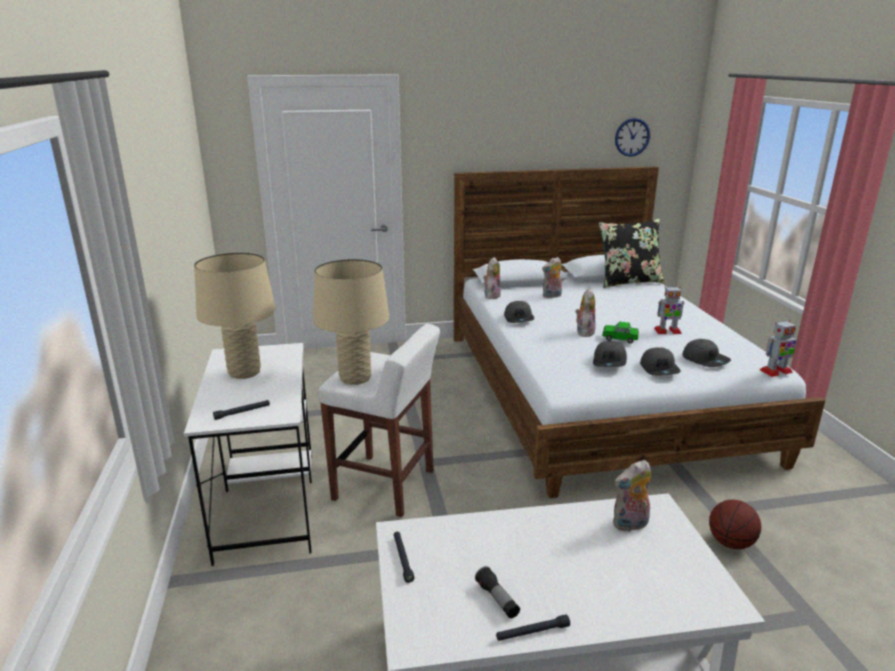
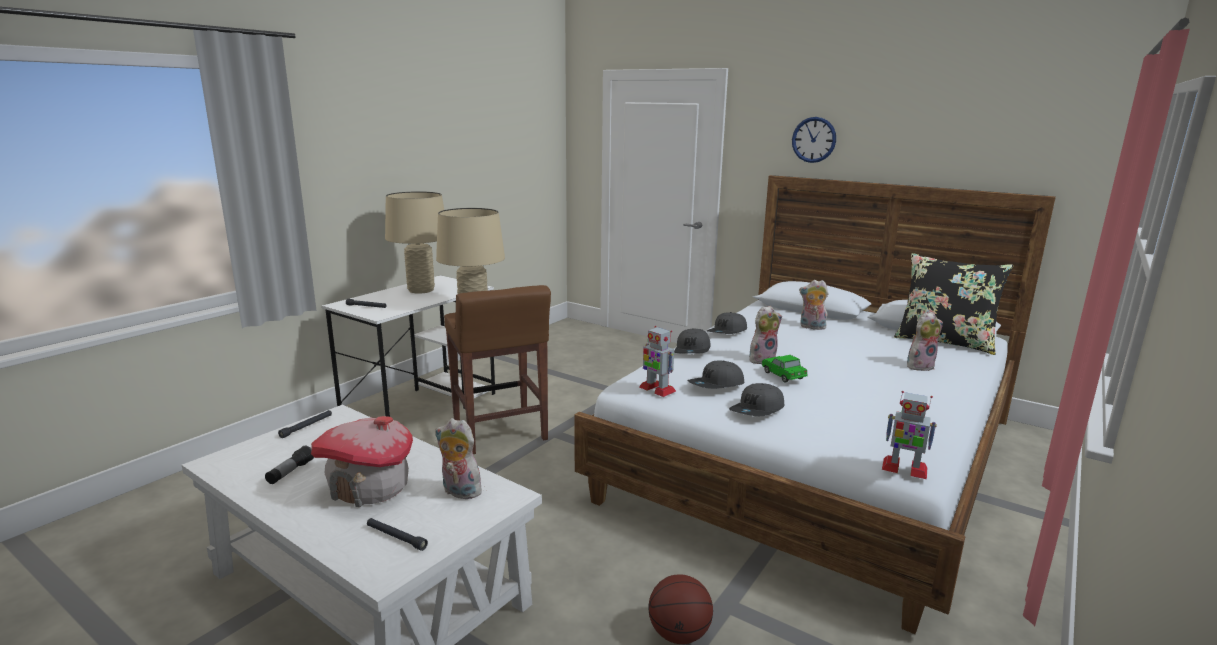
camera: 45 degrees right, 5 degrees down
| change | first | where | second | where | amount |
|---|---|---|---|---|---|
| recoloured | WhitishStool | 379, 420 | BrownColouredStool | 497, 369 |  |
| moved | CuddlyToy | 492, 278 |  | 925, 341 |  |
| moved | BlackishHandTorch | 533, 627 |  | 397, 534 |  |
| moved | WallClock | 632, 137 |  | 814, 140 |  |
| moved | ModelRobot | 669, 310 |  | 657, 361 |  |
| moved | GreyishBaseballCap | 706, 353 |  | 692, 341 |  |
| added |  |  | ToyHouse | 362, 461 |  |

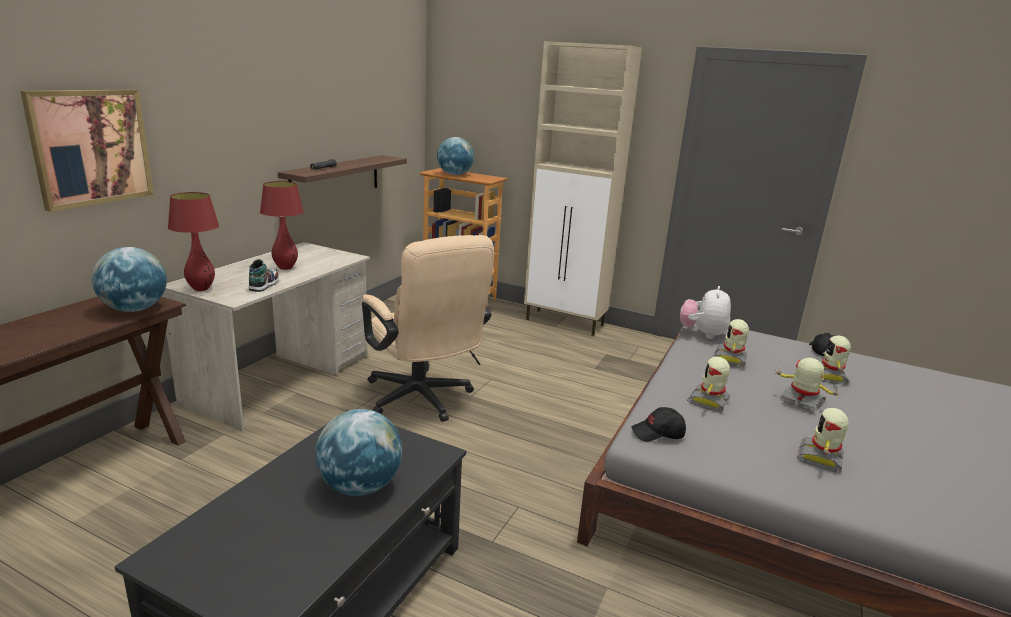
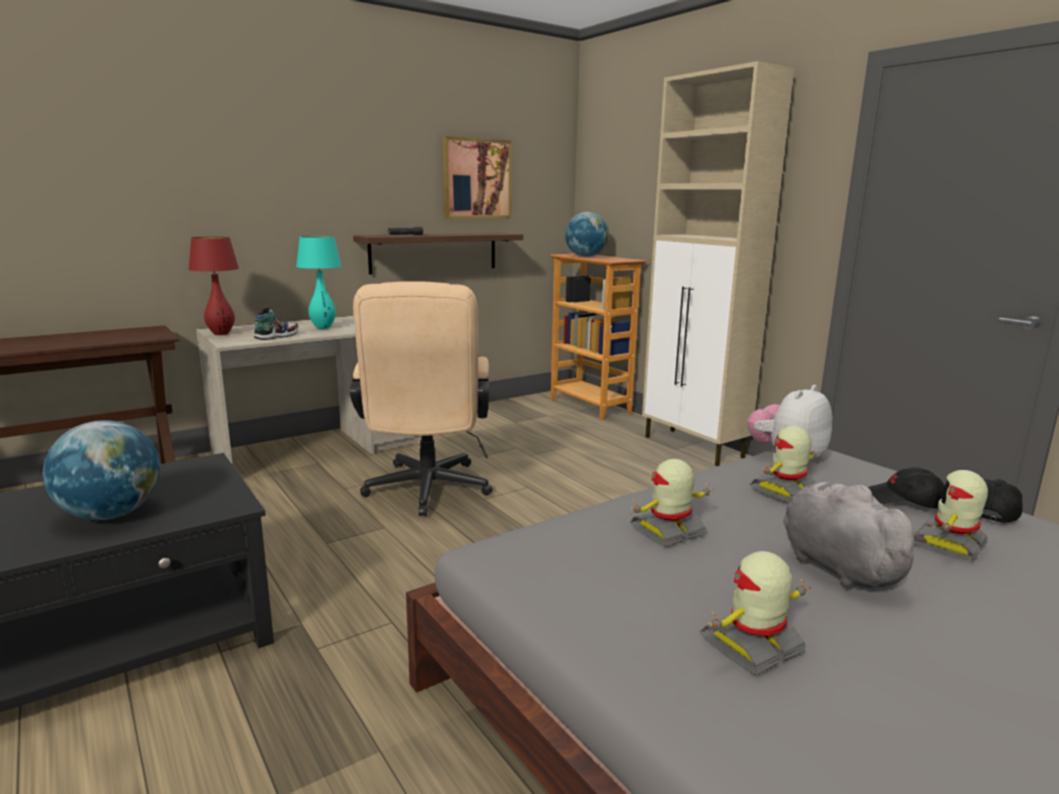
camera: 30 degrees right, 5 degrees down
| change | first | where | second | where | amount |
|---|---|---|---|---|---|
| moved | WallPicture | 87, 151 |  | 477, 177 |  |
| removed | Globe | 129, 279 |  |  |  |
| recoloured | RedTabletopLamp | 282, 225 | TurquoiseColouredTabletopLamp | 318, 282 |  |
| moved | BlackishBaseballCap | 658, 424 |  | 906, 487 |  |
| replaced | ModelRobot | 808, 385 | GreyishCuddlyToy | 855, 535 |  |

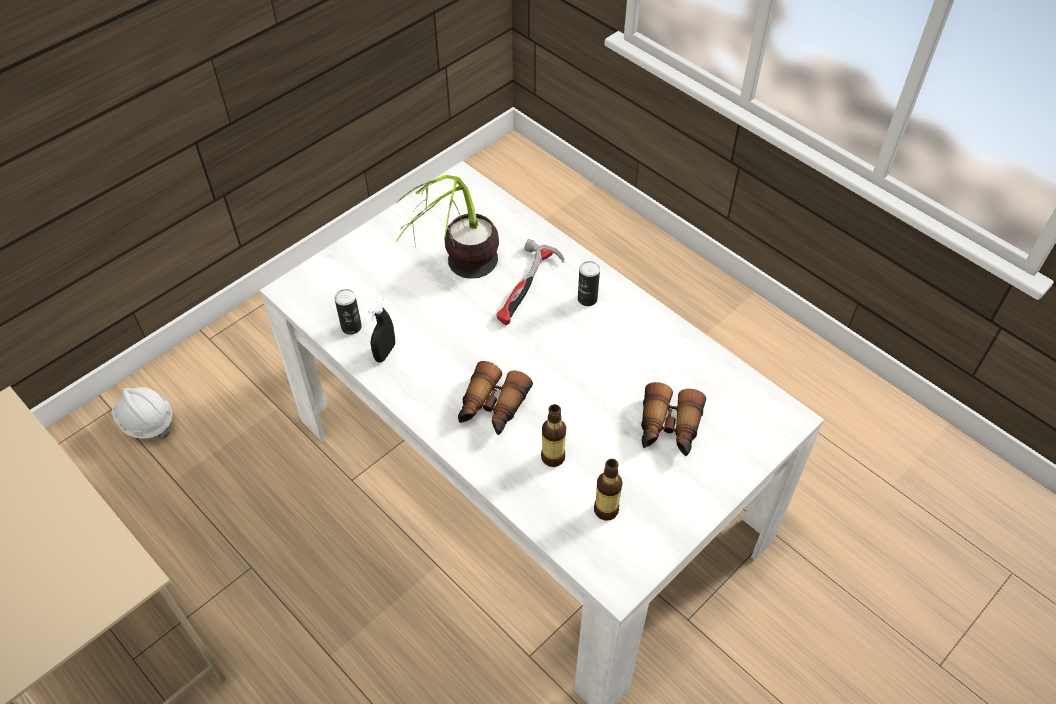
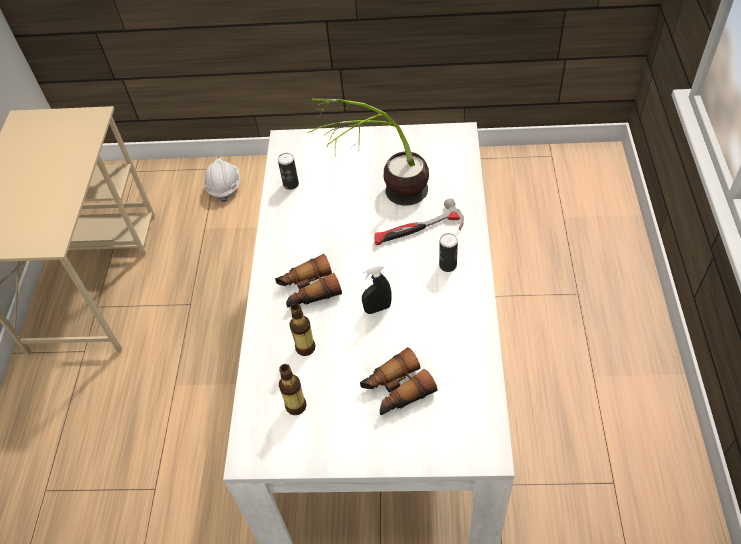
camera: 50 degrees right, 0 degrees up
| change | first | where | second | where | amount |
|---|---|---|---|---|---|
| moved | BlackishSprayer | 381, 329 |  | 376, 289 |  |

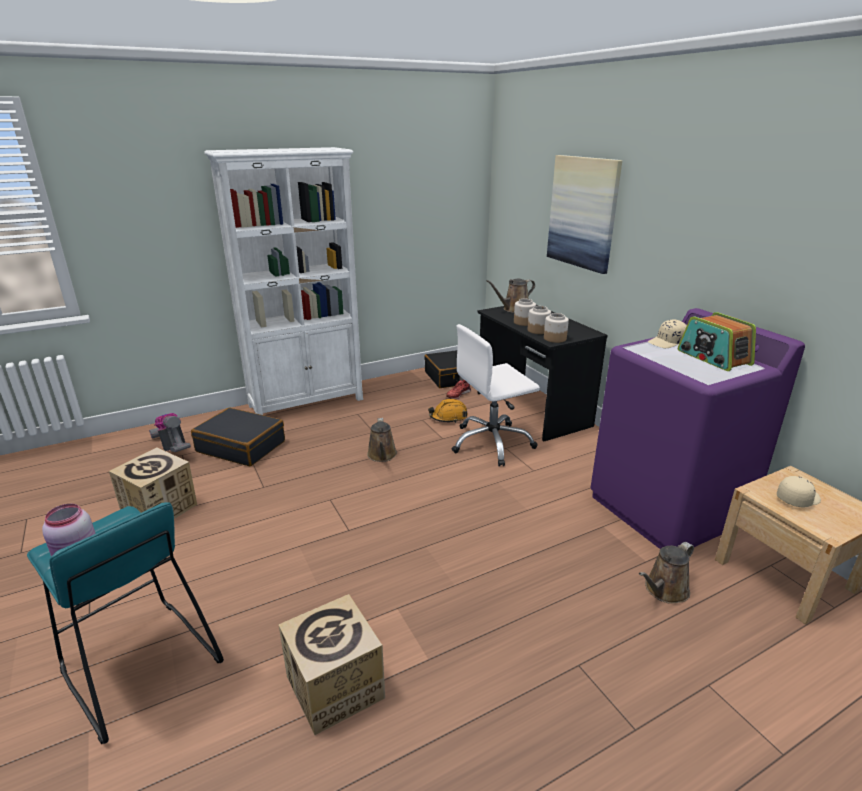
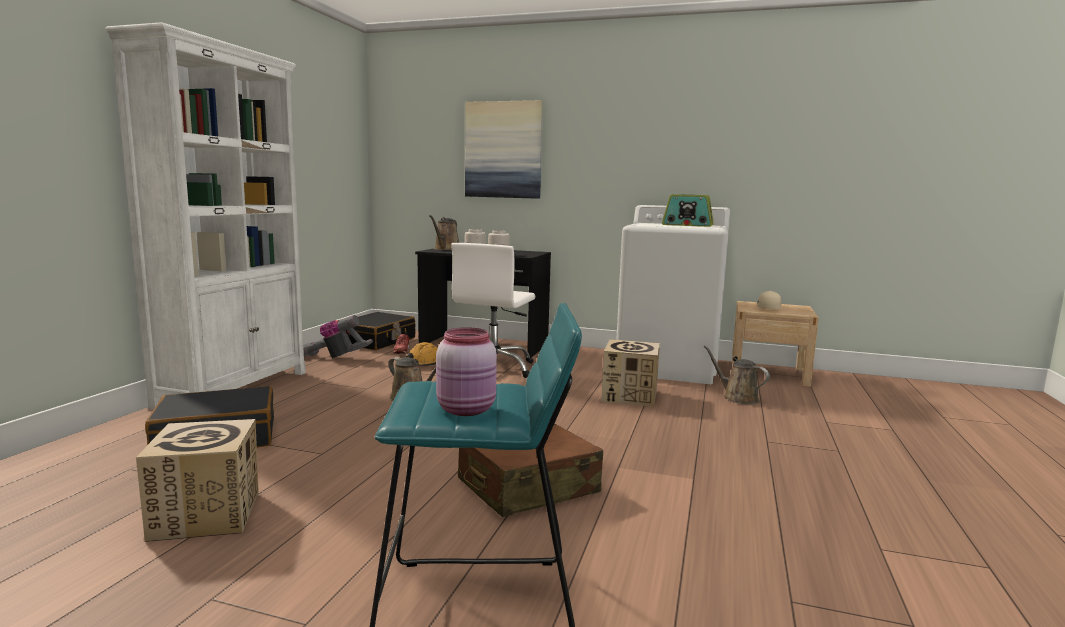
camera: 45 degrees left, 15 degrees down
| change | first | where | second | where | amount |
|---|---|---|---|---|---|
| moved | Vacuum | 170, 432 |  | 338, 336 |  |
| moved | Carton | 331, 664 |  | 630, 373 |  |
| removed | PreserveJar | 556, 328 |  |  |  |
| recoloured | PurpleLaundryMachine | 697, 428 | WhitishLaundryMachine | 673, 294 |  |
| turned | BrownColouredWateringCan | 666, 573 |  | 737, 374 | 135 degrees clockwise |
| removed | BeigeBaseballCap | 667, 334 |  |  |  |
| added |  |  | BrownColouredSuitcase | 530, 470 |  |

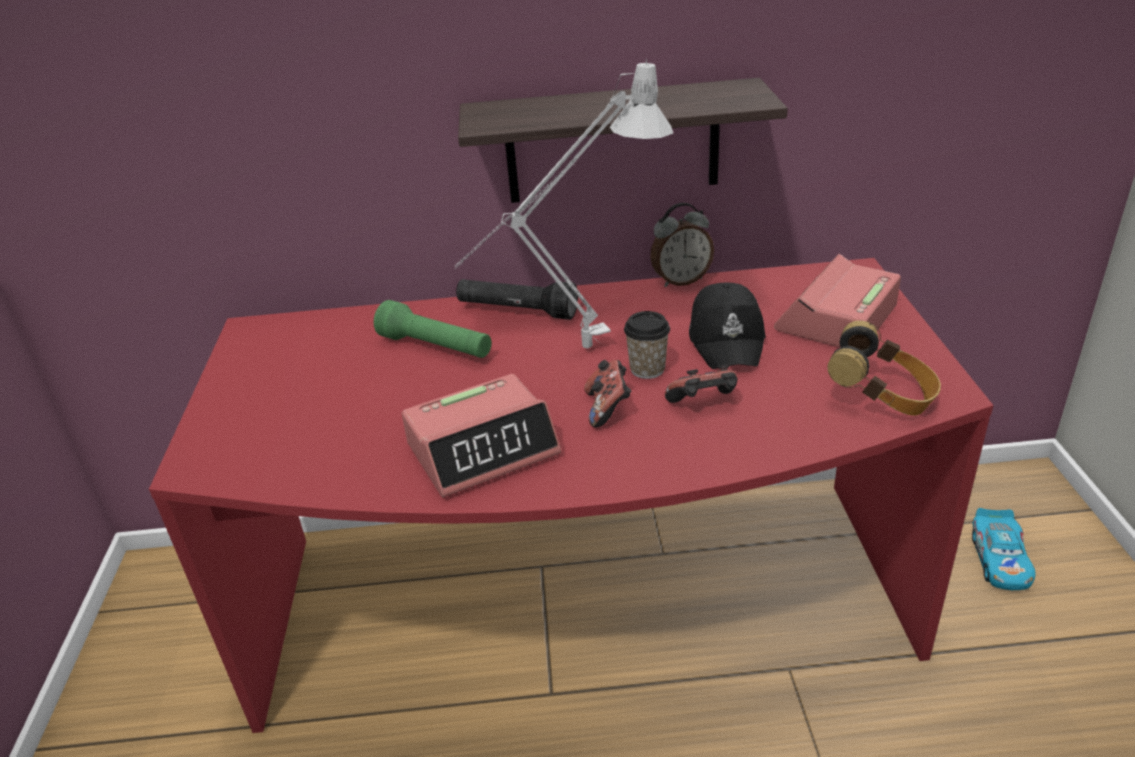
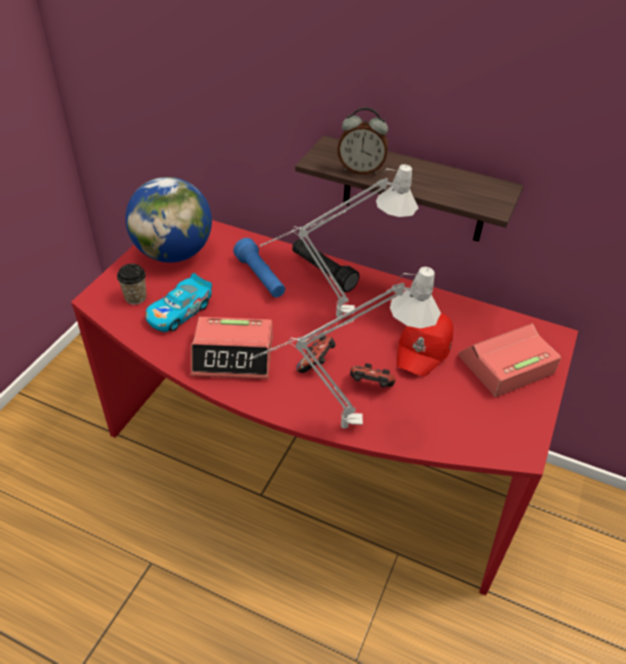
camera: 25 degrees right, 10 degrees up
| change | first | where | second | where | amount |
|---|---|---|---|---|---|
| recoloured | GreenishHandTorch | 433, 329 | BlueHandTorch | 259, 267 |  |
| moved | DrinkingCup | 647, 345 |  | 132, 284 |  |
| moved | BedsideClock | 682, 245 |  | 362, 141 |  |
| recoloured | BlackishBaseballCap | 727, 326 | RedBaseballCap | 425, 344 |  |
| removed | Headphones | 884, 368 |  |  |  |
| moved | ToyCar | 1004, 549 |  | 178, 302 |  |
| added |  |  | Globe | 168, 220 |  |
| added |  |  | GreyishTabletopLamp | 345, 348 |  |

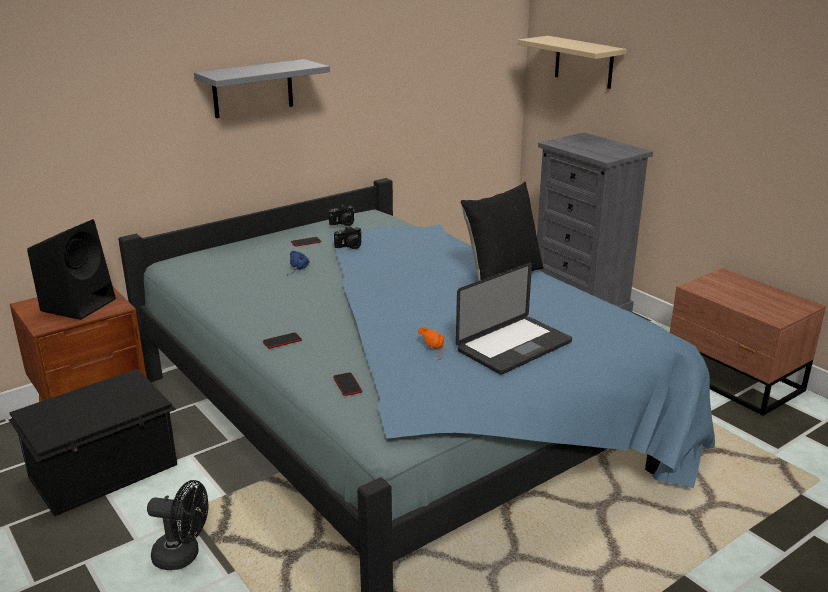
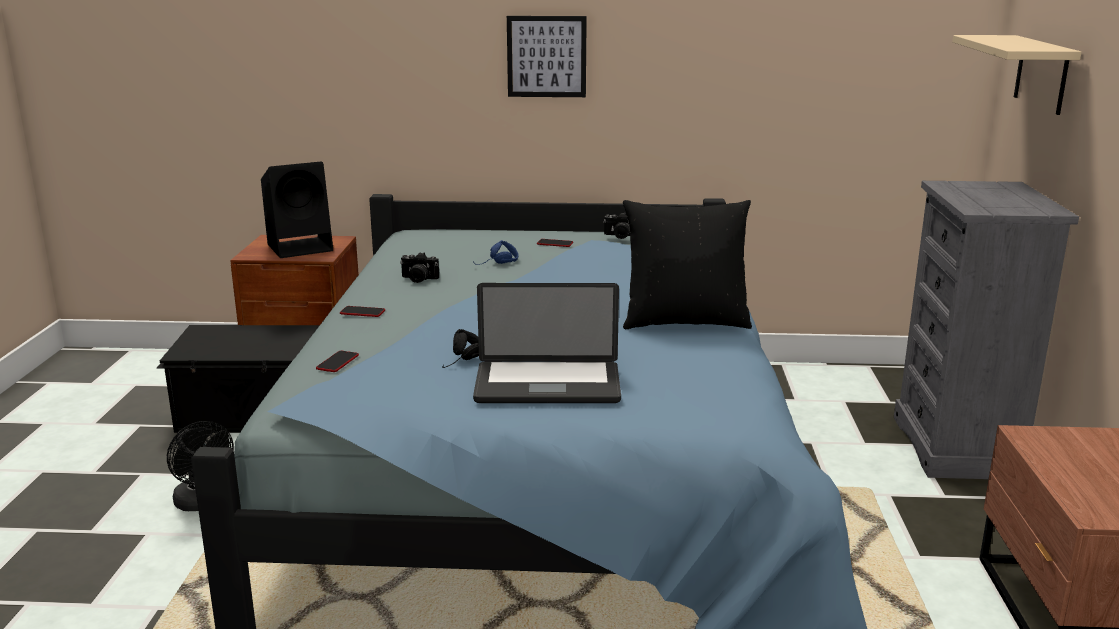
camera: 40 degrees right, 5 degrees down
| change | first | where | second | where | amount |
|---|---|---|---|---|---|
| replaced | GreyishBracketShelf | 262, 88 | WallPicture | 547, 56 |  |
| moved | StillCamera | 348, 237 |  | 419, 267 |  |
| recoloured | OrangeHeadphones | 431, 344 | BlackishHeadphones | 461, 348 |  |

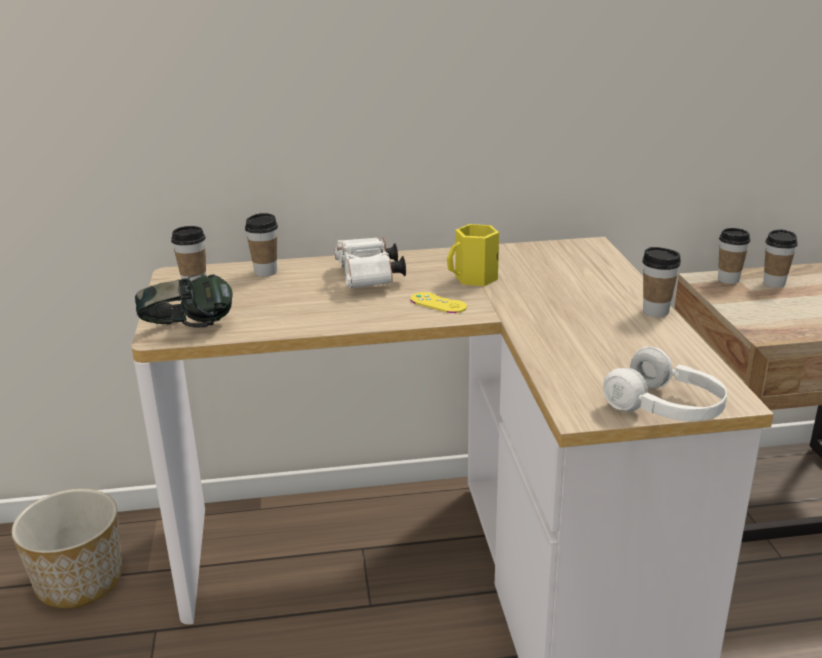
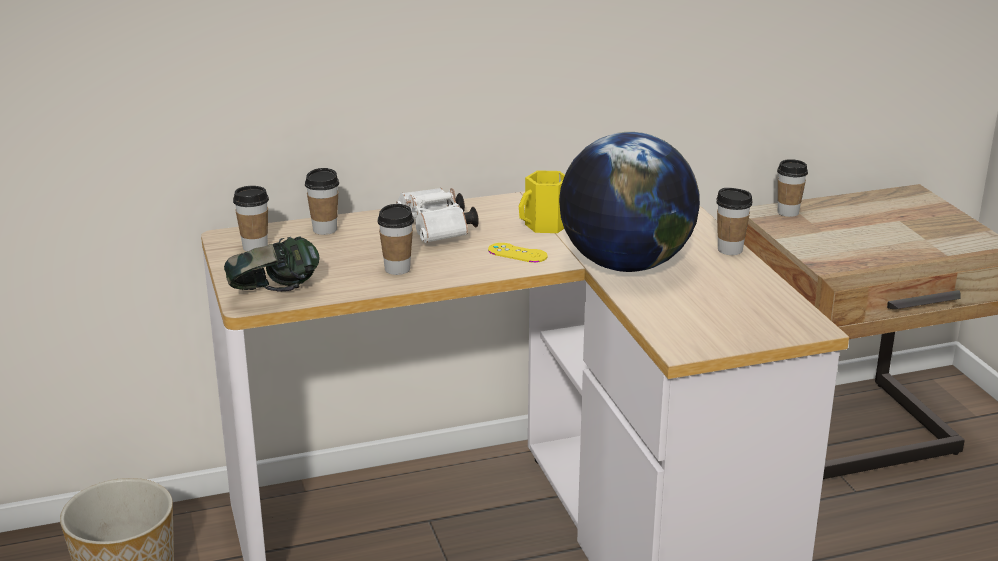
camera: 10 degrees left, 0 degrees up
| change | first | where | second | where | amount |
|---|---|---|---|---|---|
| removed | WhitishHeadphones | 665, 384 |  |  |  |
| moved | DrinkingCup | 780, 259 |  | 395, 239 |  |
| added |  |  | Globe | 629, 202 |  |

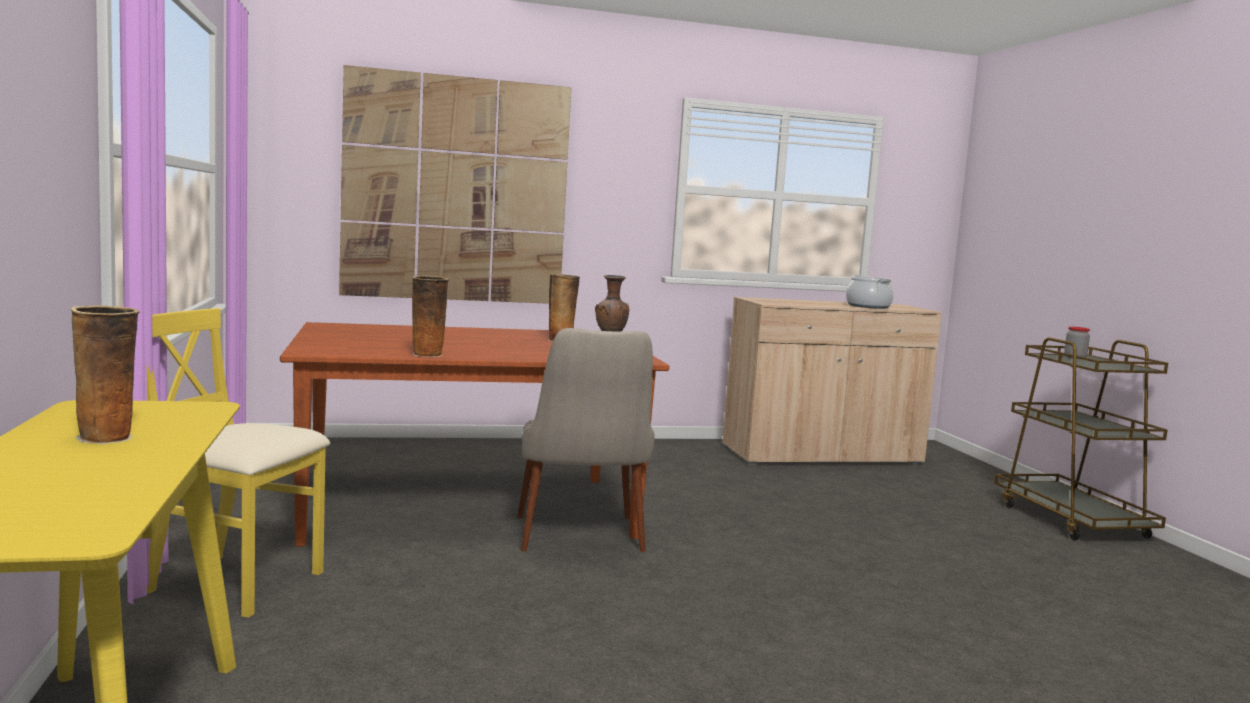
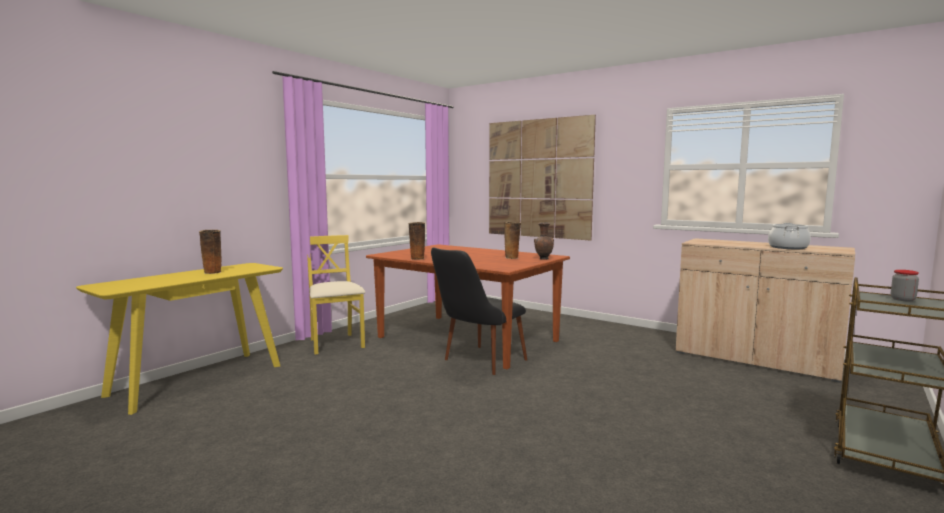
camera: 50 degrees right, 0 degrees up
| change | first | where | second | where | amount |
|---|---|---|---|---|---|
| recoloured | BeigeChair | 585, 440 | BlackishChair | 479, 311 |  |

